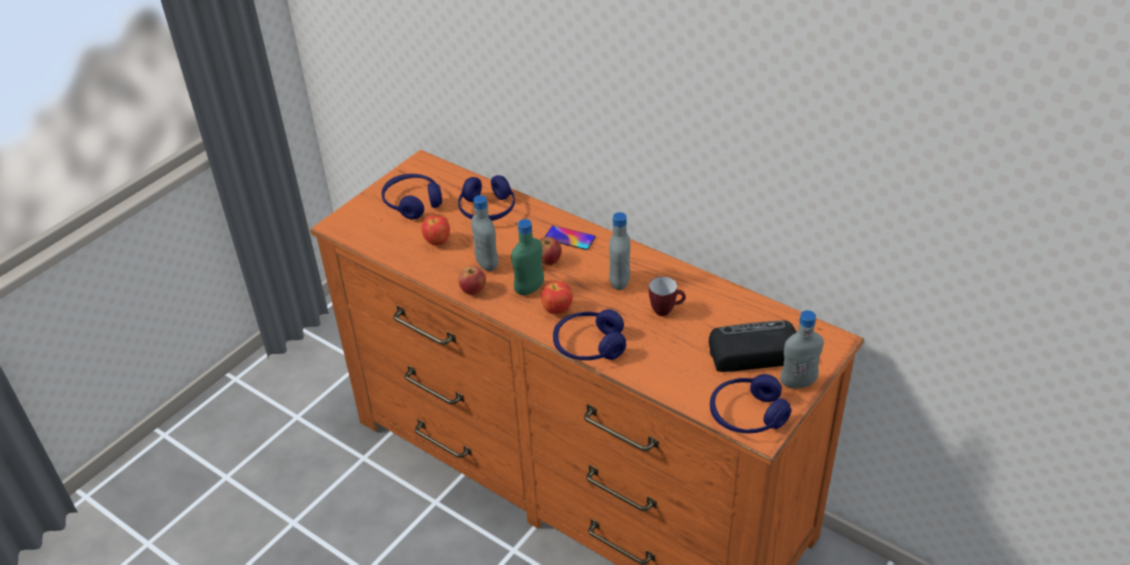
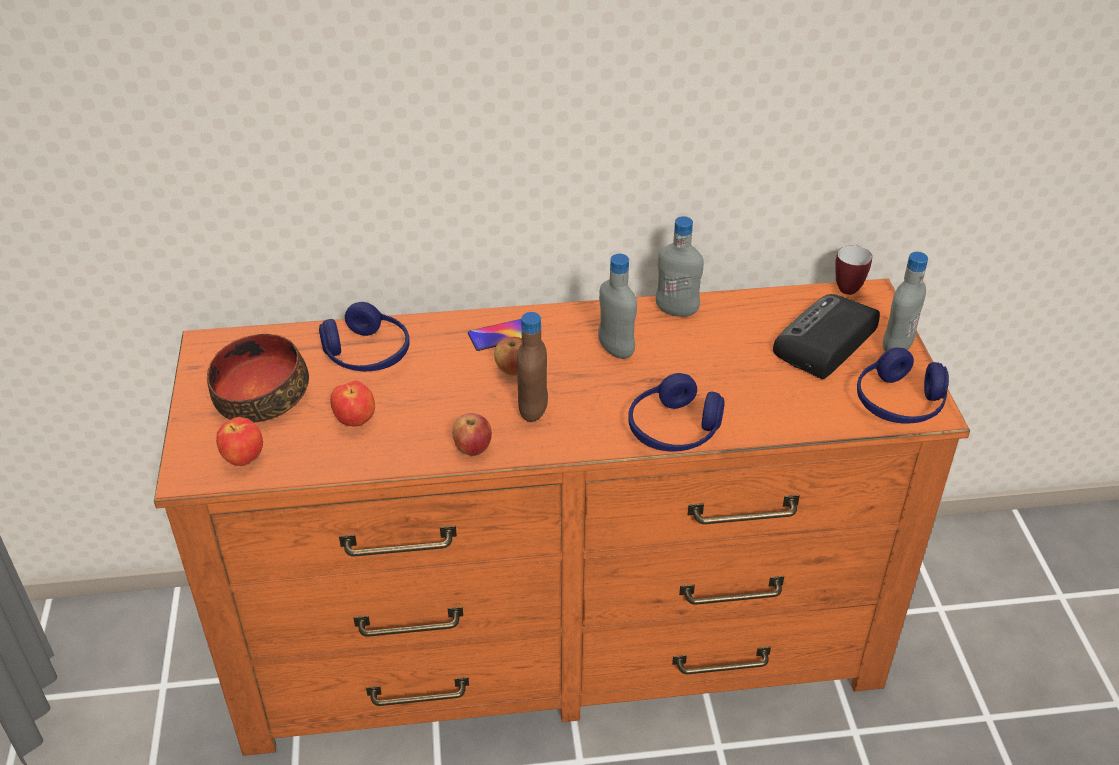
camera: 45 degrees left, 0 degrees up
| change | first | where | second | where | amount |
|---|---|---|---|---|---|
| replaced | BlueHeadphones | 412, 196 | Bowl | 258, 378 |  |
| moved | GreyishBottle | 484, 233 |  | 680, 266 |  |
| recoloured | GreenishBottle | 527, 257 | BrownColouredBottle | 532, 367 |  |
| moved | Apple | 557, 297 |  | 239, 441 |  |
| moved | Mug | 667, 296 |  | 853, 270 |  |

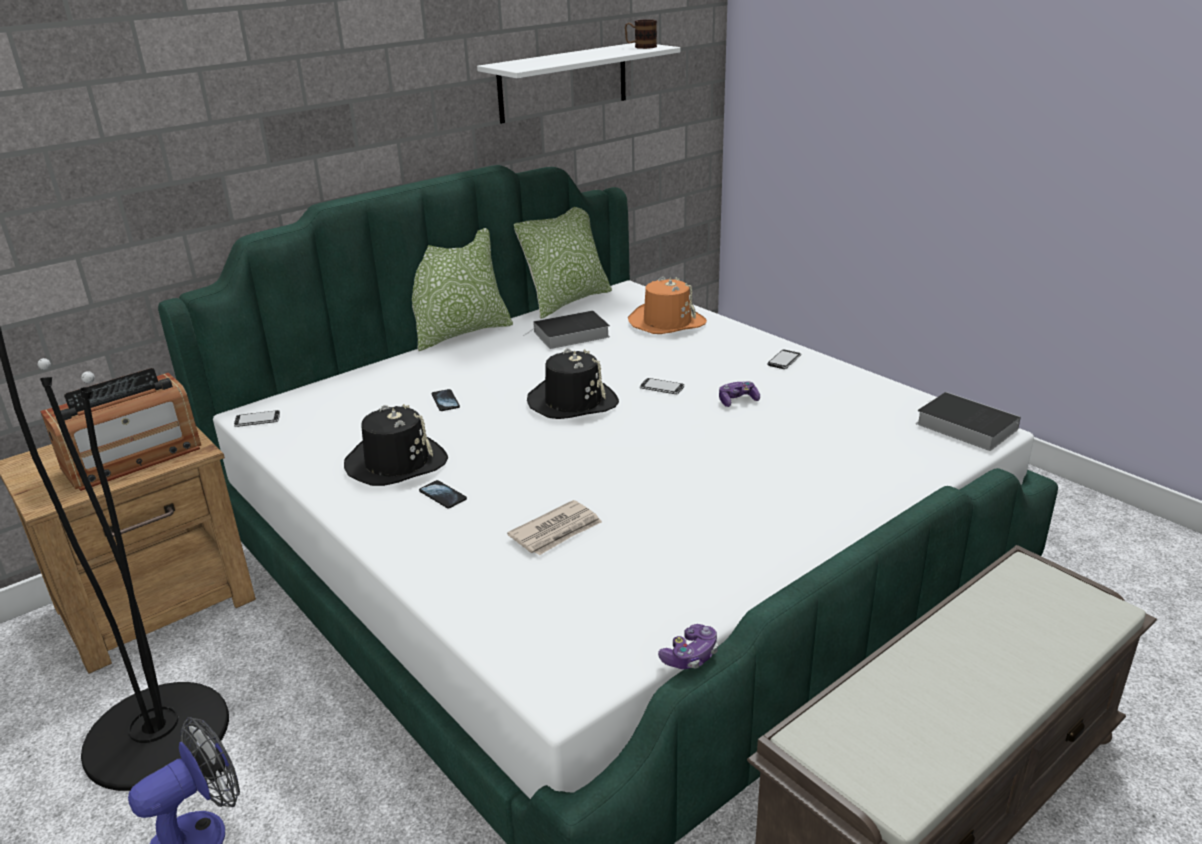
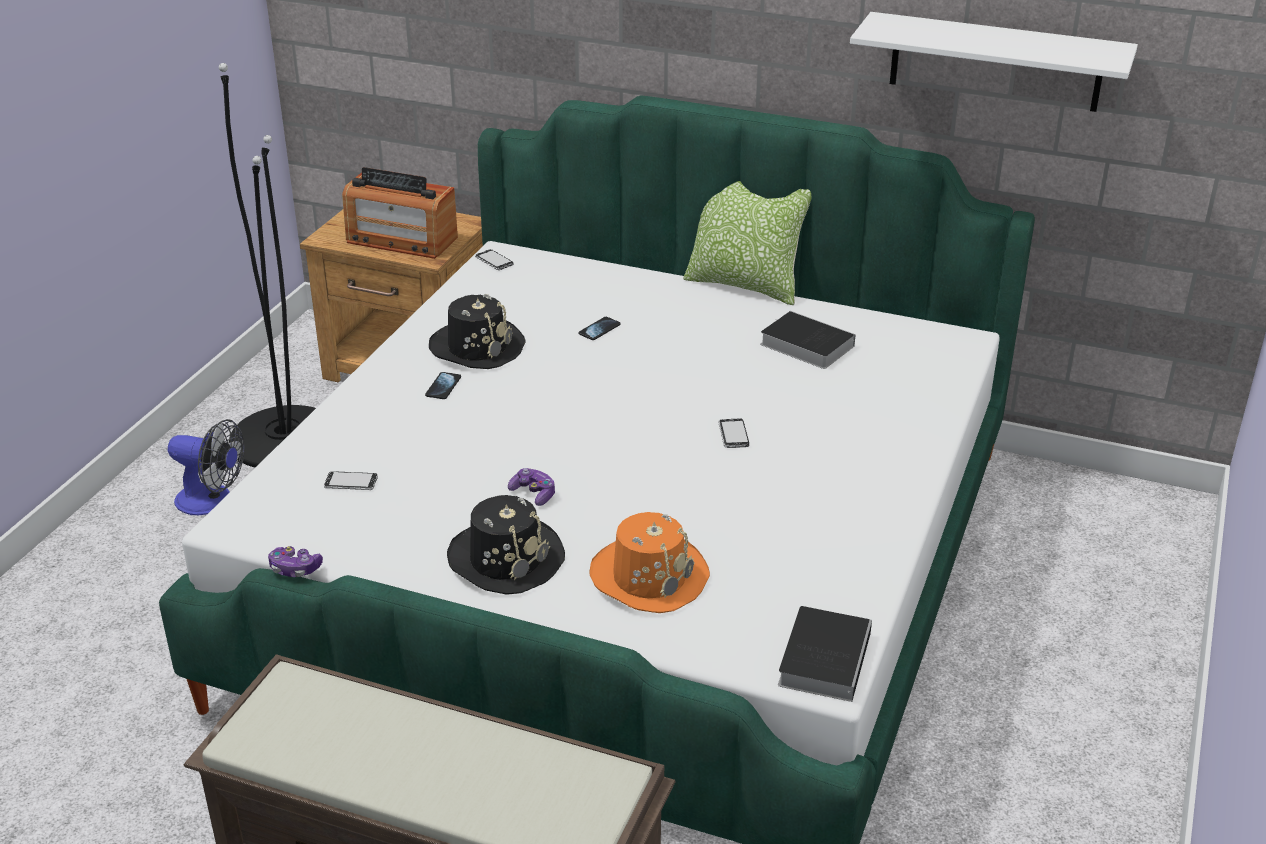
camera: 60 degrees right, 5 degrees up
| change | first | where | second | where | amount |
|---|---|---|---|---|---|
| removed | Newspaper | 554, 527 |  |  |  |
| removed | Pillow | 563, 263 |  |  |  |
| moved | BlackishHat | 573, 383 |  | 506, 545 |  |
| removed | Mug | 641, 34 |  |  |  |
| moved | OrangeHat | 667, 305 |  | 650, 562 |  |
| moved | GameController | 739, 394 |  | 531, 487 |  |
| moved | Phone | 784, 359 |  | 351, 480 |  |

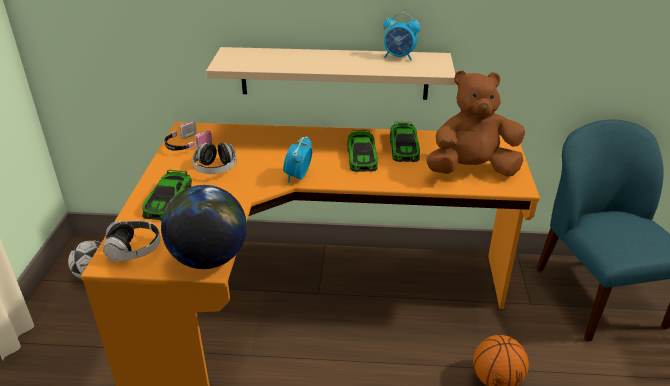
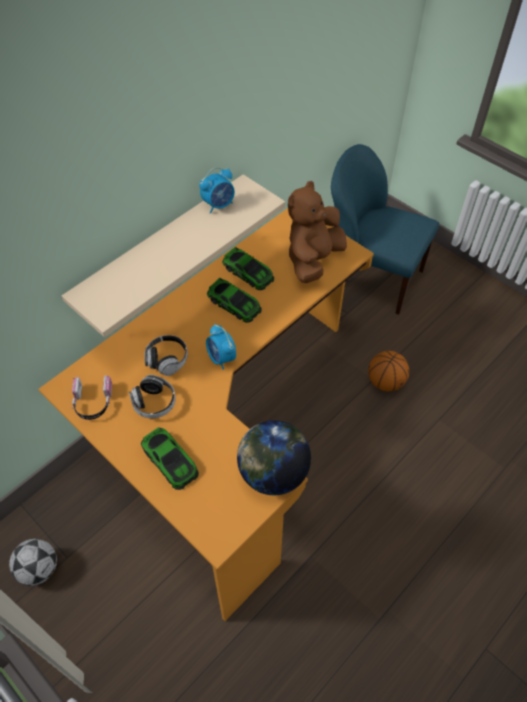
camera: 50 degrees left, 20 degrees up
| change | first | where | second | where | amount |
|---|---|---|---|---|---|
| moved | Headphones | 132, 241 |  | 166, 355 |  |

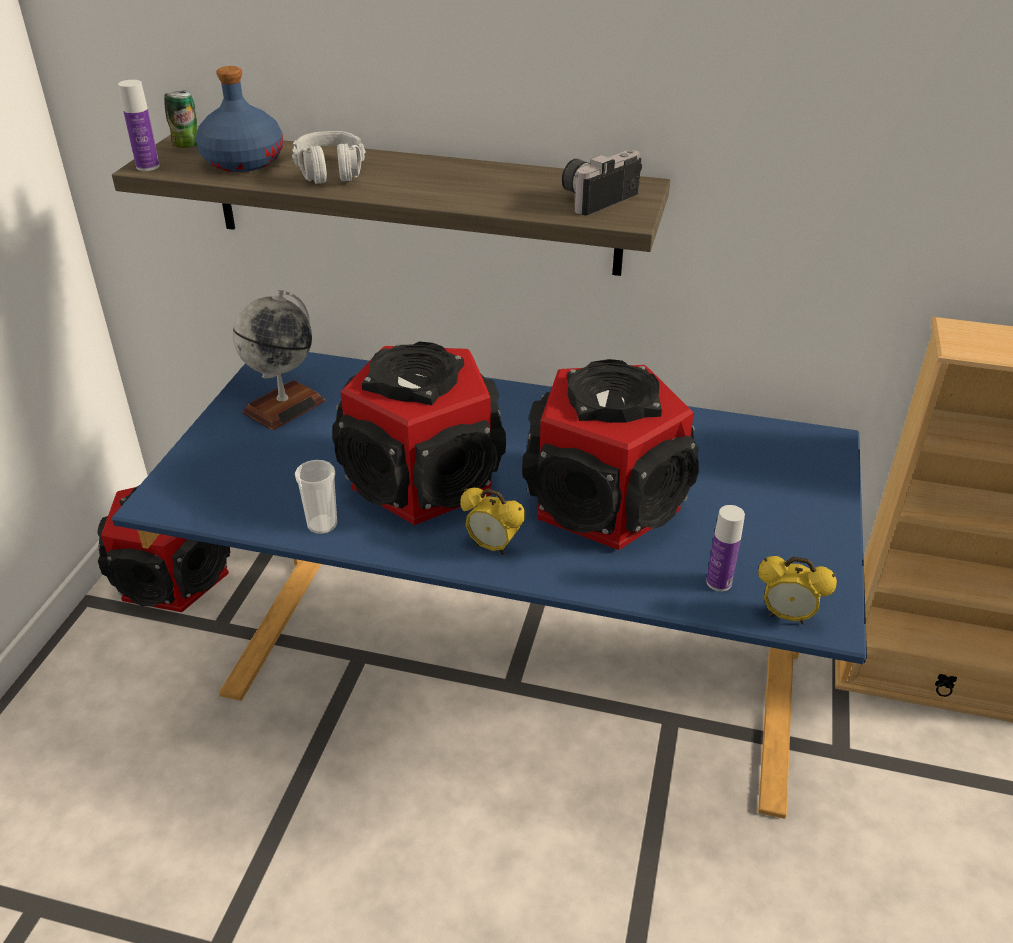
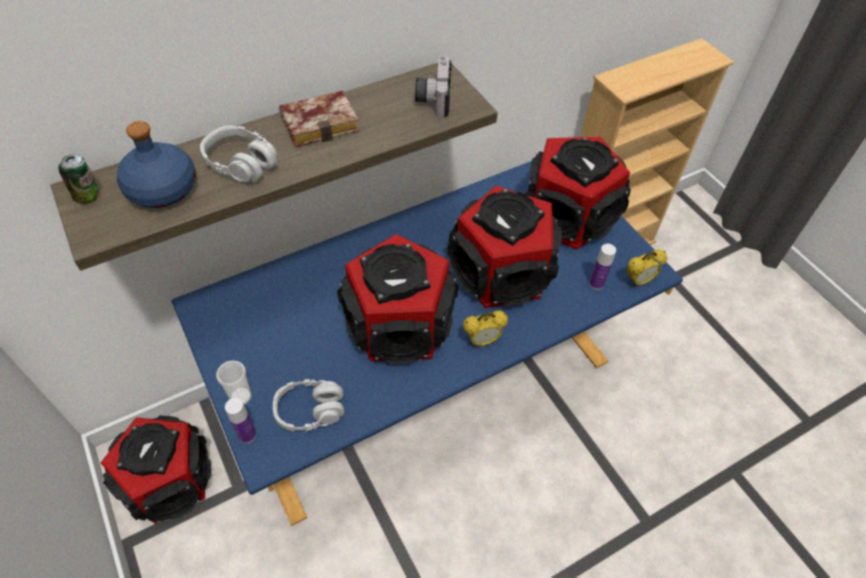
camera: 45 degrees left, 15 degrees up
| change | first | where | second | where | amount |
|---|---|---|---|---|---|
| moved | Bottle | 139, 125 |  | 240, 420 |  |
| removed | Globe | 279, 360 |  |  |  |
| moved | DrinkingCup | 316, 497 |  | 234, 382 |  |
| added |  |  | GreyishHeadphones | 308, 405 |  |
| added |  |  | BoundBook | 319, 119 |  |
| added |  |  | Loudspeaker | 578, 193 |  |

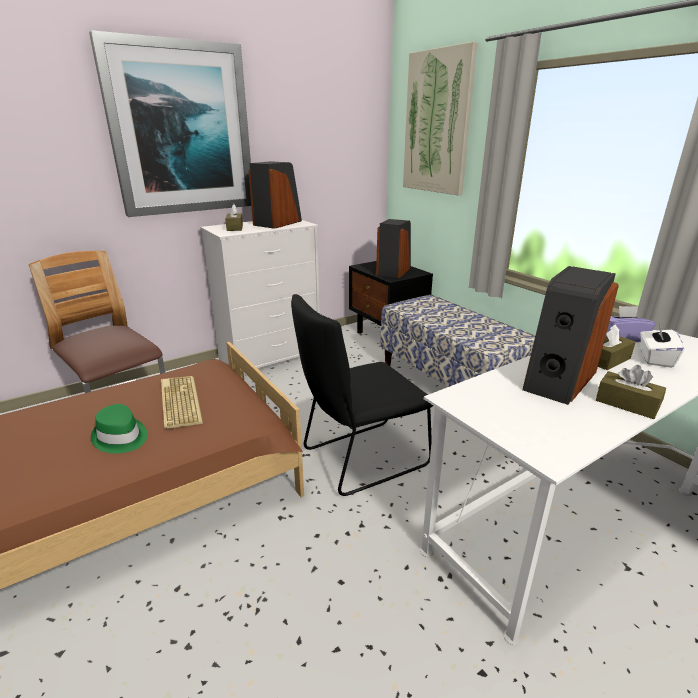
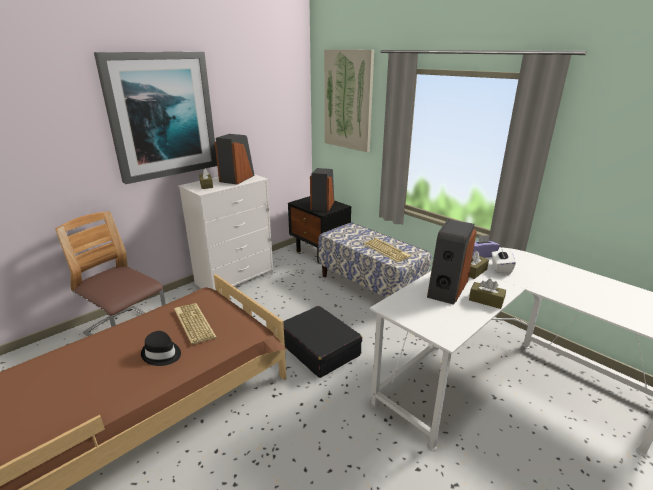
camera: 10 degrees left, 0 degrees up
| change | first | where | second | where | amount |
|---|---|---|---|---|---|
| recoloured | GreenishHat | 119, 429 | BlackishHat | 161, 348 |  |
| replaced | BlackishChair | 362, 395 | BlackishSuitcase | 322, 342 |  |
| added |  |  | PcKeyboard | 387, 250 |  |

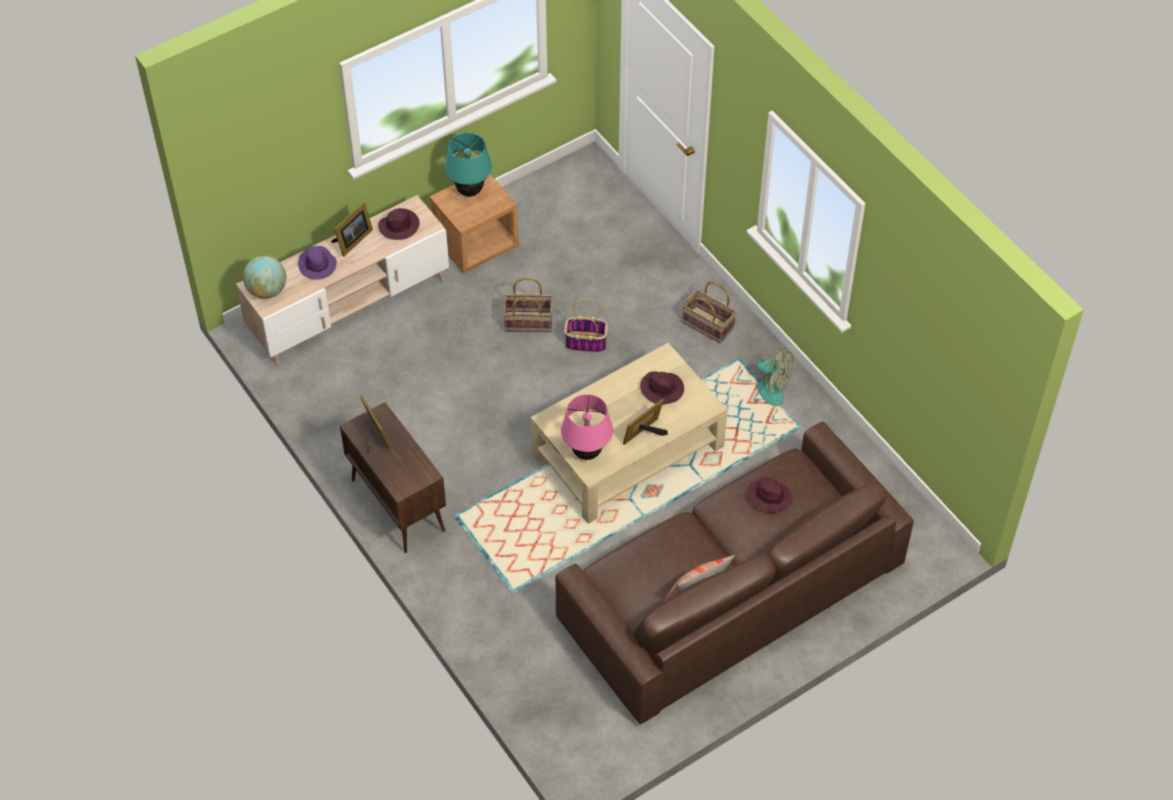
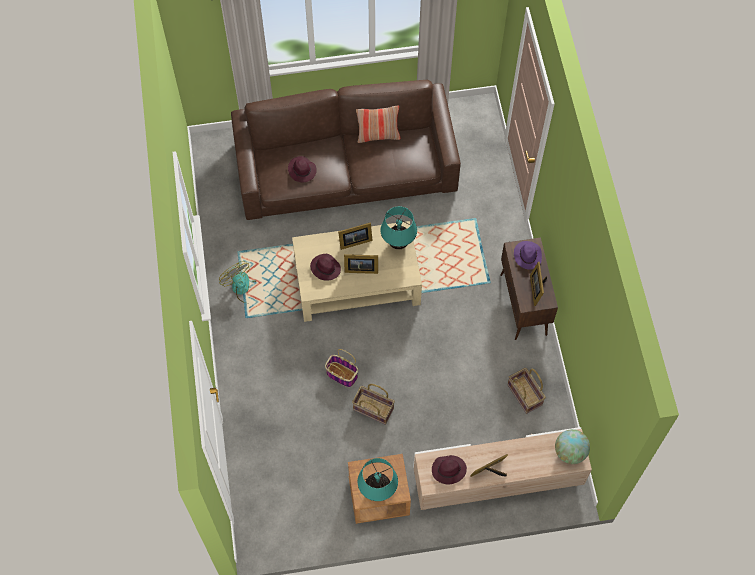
camera: 155 degrees left, 10 degrees up
| change | first | where | second | where | amount |
|---|---|---|---|---|---|
| moved | PurpleHat | 317, 263 |  | 528, 255 |  |
| recoloured | PinkishTabletopLamp | 587, 427 | TurquoiseColouredTabletopLamp | 399, 228 |  |
| moved | Basket | 709, 312 |  | 526, 391 |  |
| added |  |  | PhotoFrame | 361, 264 |  |

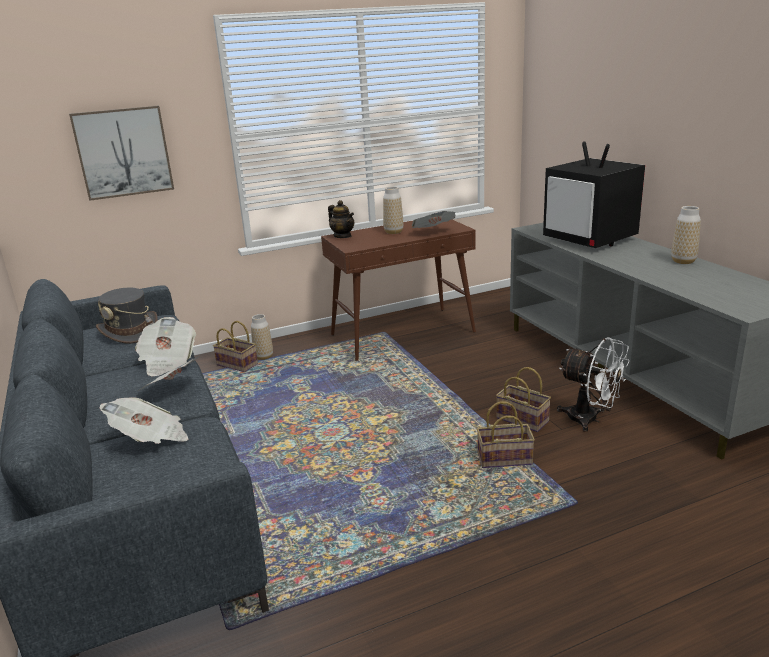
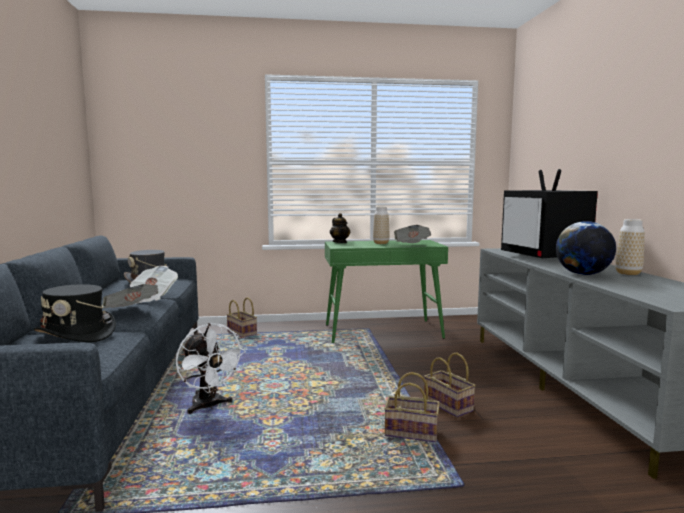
camera: 15 degrees right, 15 degrees down
| change | first | where | second | where | amount |
|---|---|---|---|---|---|
| removed | WallPicture | 121, 153 |  |  |  |
| replaced | Newspaper | 144, 420 | BlackishHat | 75, 313 |  |
| removed | DecorativeVase | 262, 337 |  |  |  |
| recoloured | BrownColouredConsoleTable | 398, 290 | GreenishConsoleTable | 386, 291 |  |
| moved | WhitishCoolingFan | 593, 384 |  | 211, 368 |  |
| added |  |  | Globe | 586, 248 |  |

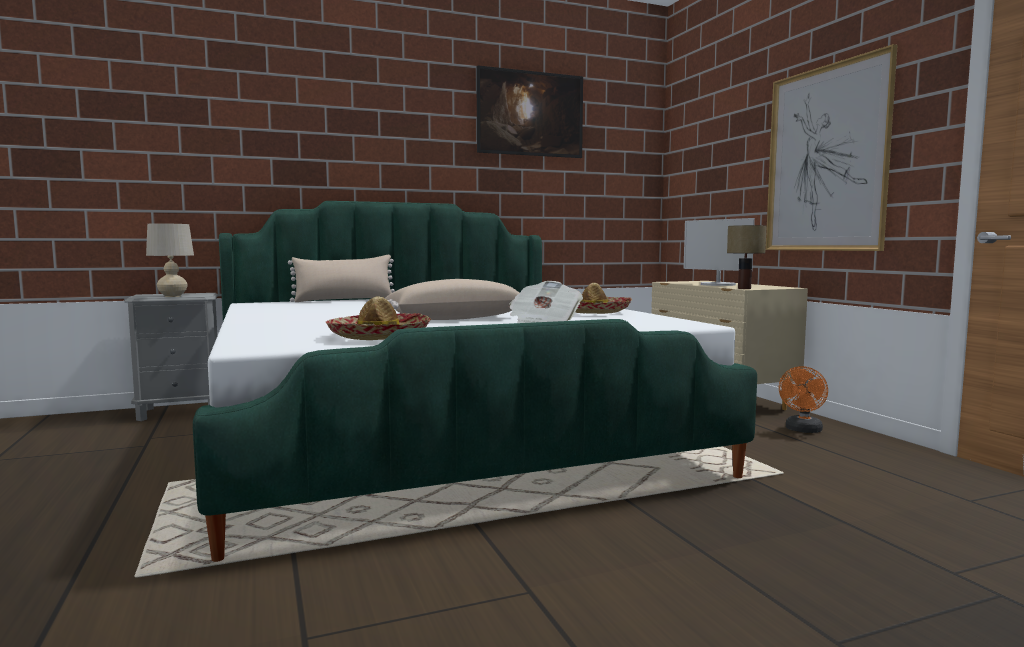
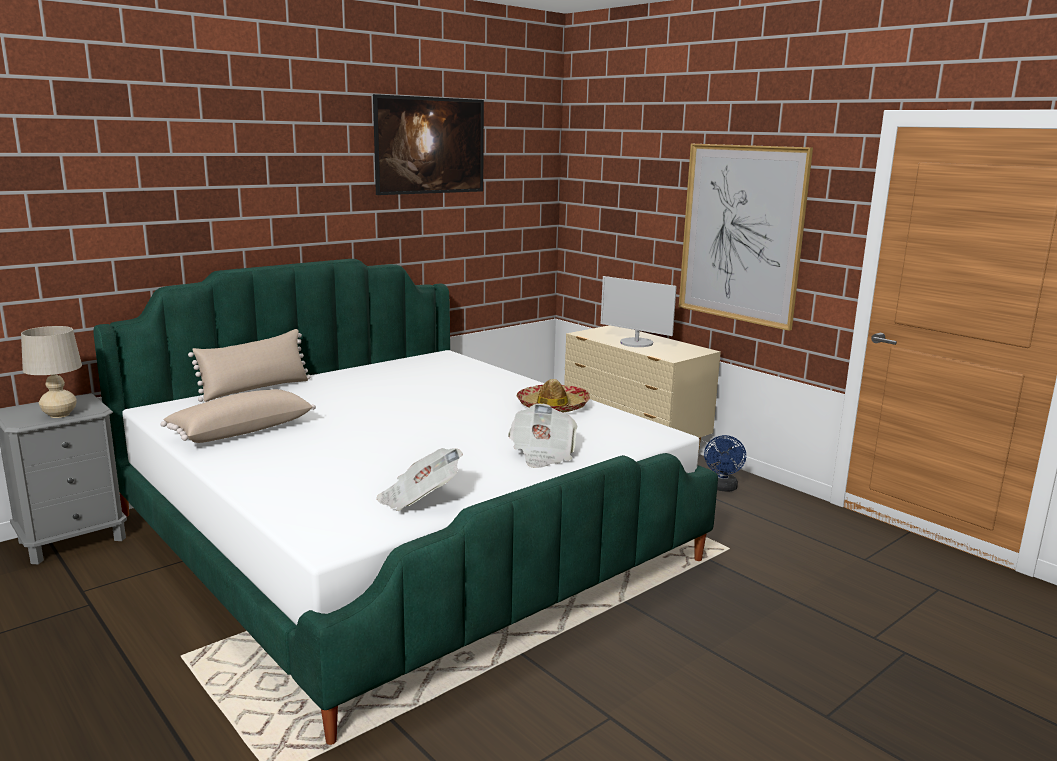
camera: 20 degrees left, 10 degrees up
| change | first | where | second | where | amount |
|---|---|---|---|---|---|
| replaced | Hat | 378, 318 | Newspaper | 419, 479 |  |
| moved | BeigePillow | 452, 299 |  | 238, 416 |  |
| removed | TabletopLamp | 747, 257 |  |  |  |
| recoloured | OrangeCoolingFan | 803, 399 | BlueCoolingFan | 725, 463 |  |

